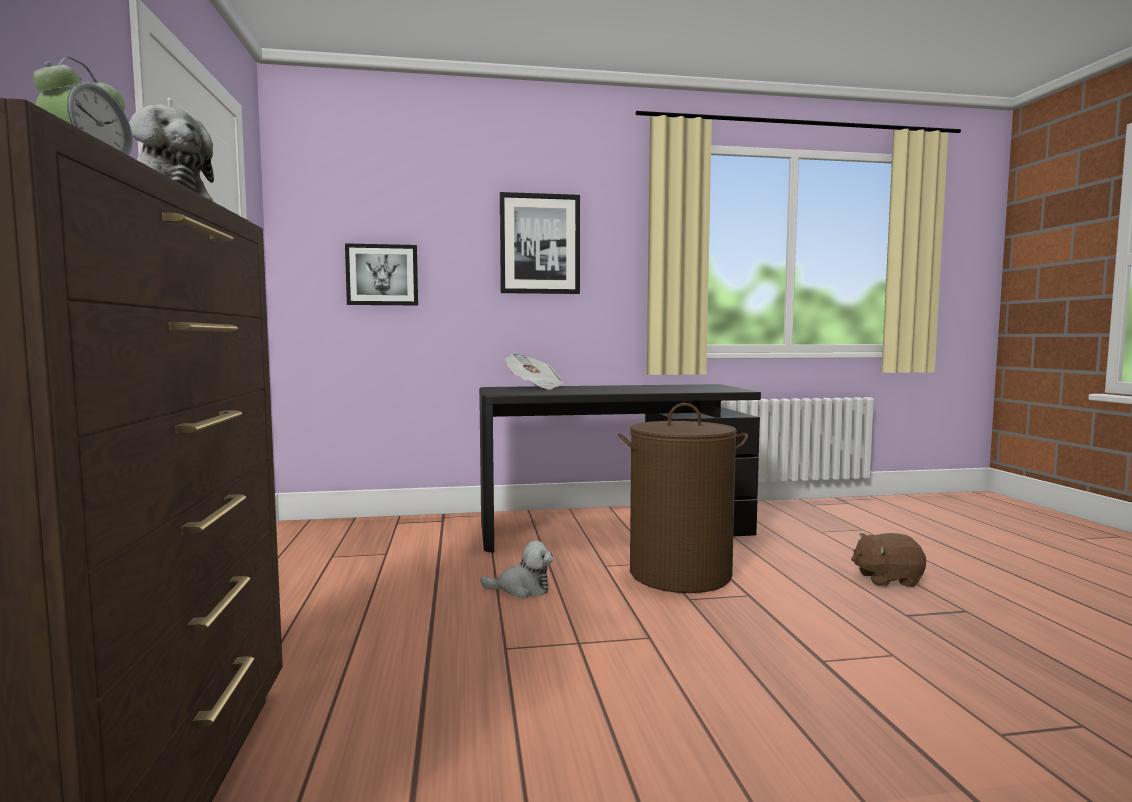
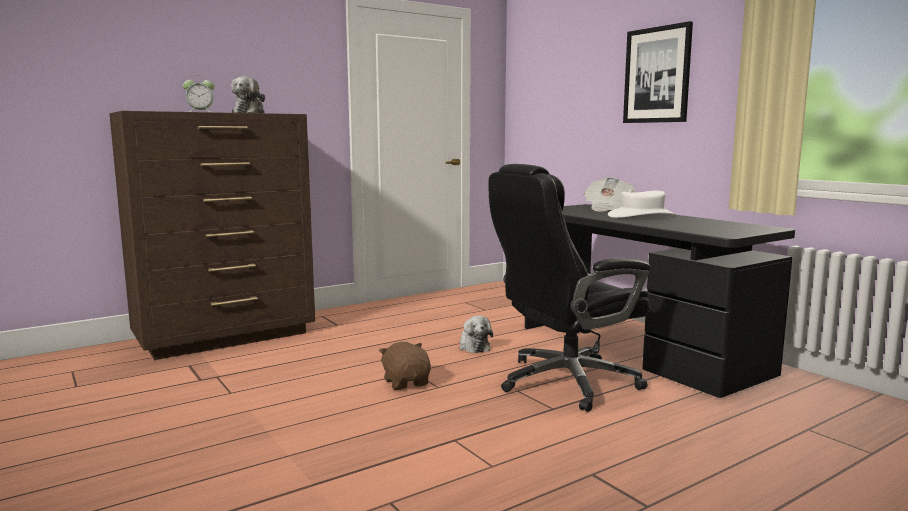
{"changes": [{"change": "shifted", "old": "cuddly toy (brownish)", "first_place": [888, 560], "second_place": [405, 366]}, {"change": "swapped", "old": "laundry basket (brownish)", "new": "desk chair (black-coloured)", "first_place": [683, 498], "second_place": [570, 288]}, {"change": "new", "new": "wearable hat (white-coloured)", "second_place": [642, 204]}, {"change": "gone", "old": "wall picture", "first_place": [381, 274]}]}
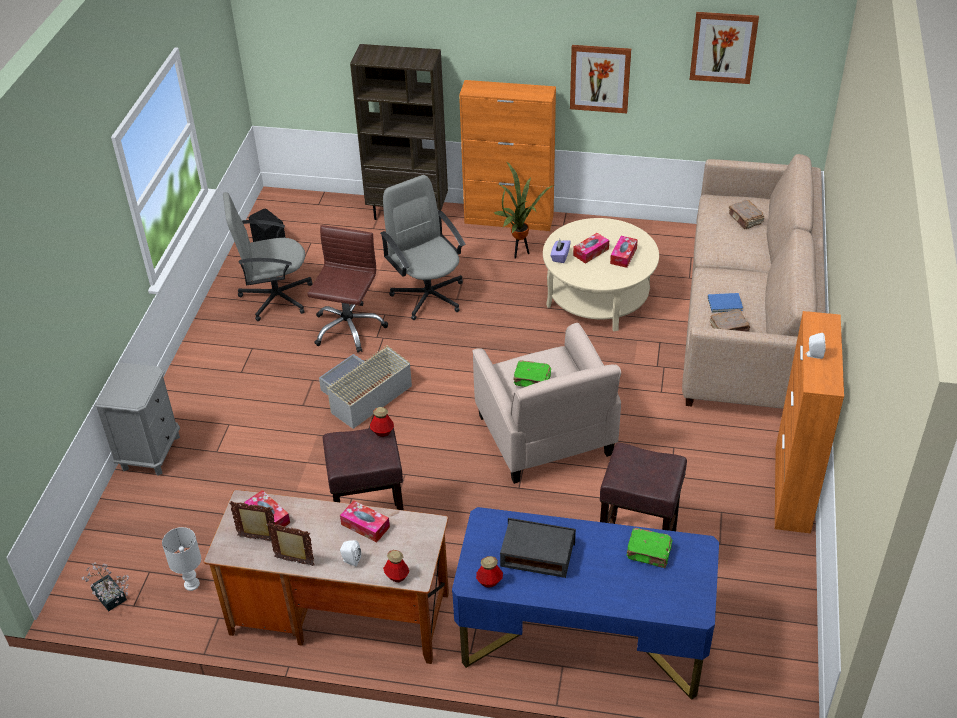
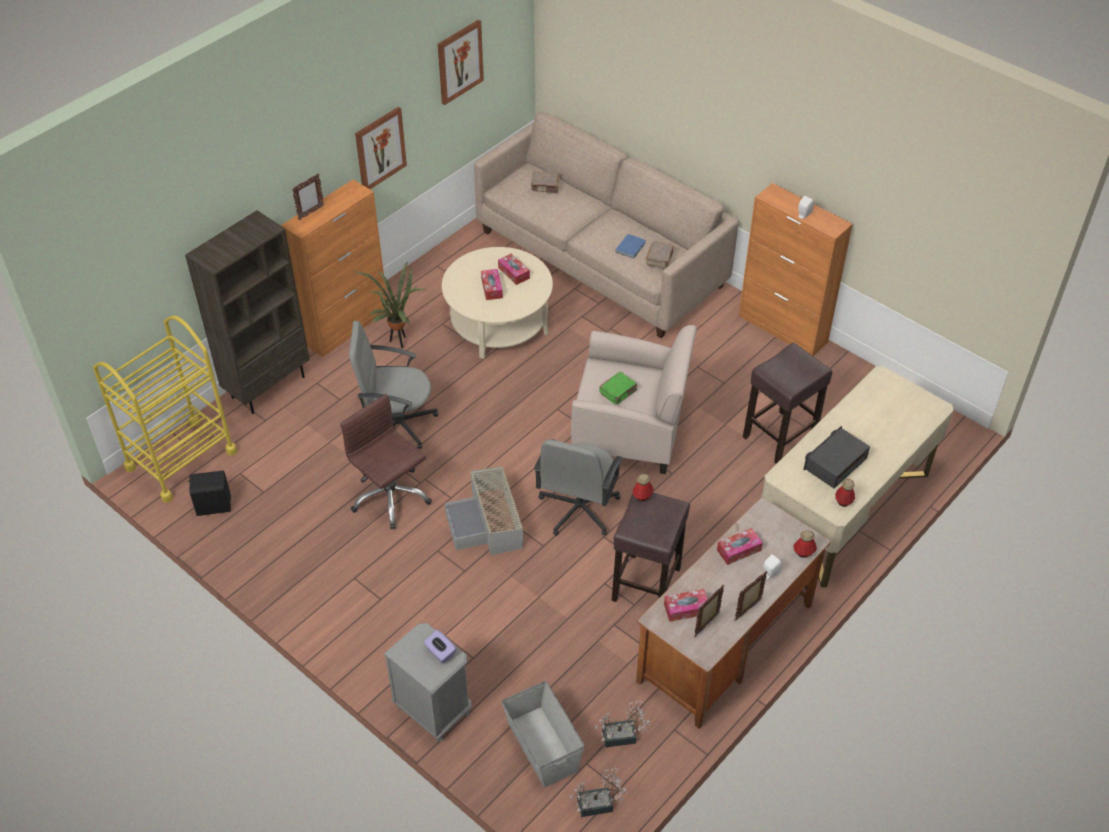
{"changes": [{"change": "new", "new": "trolley (yellow-coloured)", "second_place": [165, 409]}, {"change": "new", "new": "picture frame", "second_place": [308, 196]}, {"change": "shifted", "old": "tissue box (purple-coloured)", "first_place": [561, 251], "second_place": [440, 647]}, {"change": "new", "new": "storage box (greyish)", "second_place": [542, 734]}, {"change": "shifted", "old": "desk chair (greyish)", "first_place": [267, 256], "second_place": [578, 487]}, {"change": "swapped", "old": "table lamp (white-coloured)", "new": "houseplant", "first_place": [181, 559], "second_place": [622, 724]}, {"change": "repainted", "old": "desk (blue)", "new": "desk (beige-coloured)", "first_place": [585, 603], "second_place": [858, 476]}, {"change": "gone", "old": "bound book (green)", "first_place": [650, 548]}]}
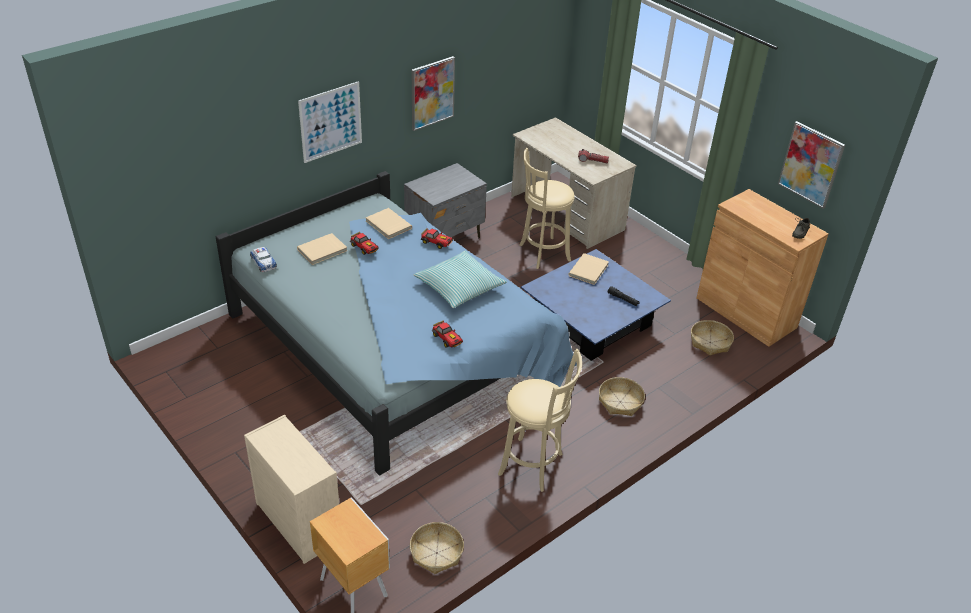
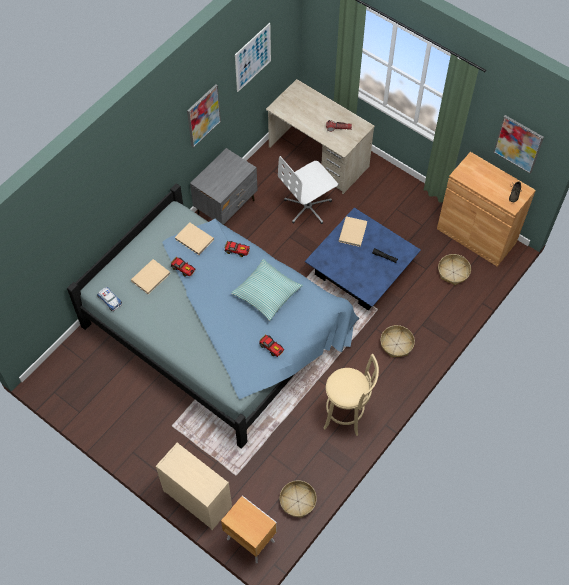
{"changes": [{"change": "shifted", "old": "wall picture", "first_place": [330, 122], "second_place": [253, 57]}, {"change": "swapped", "old": "stool (beige-coloured)", "new": "desk chair (white-coloured)", "first_place": [547, 208], "second_place": [308, 190]}]}
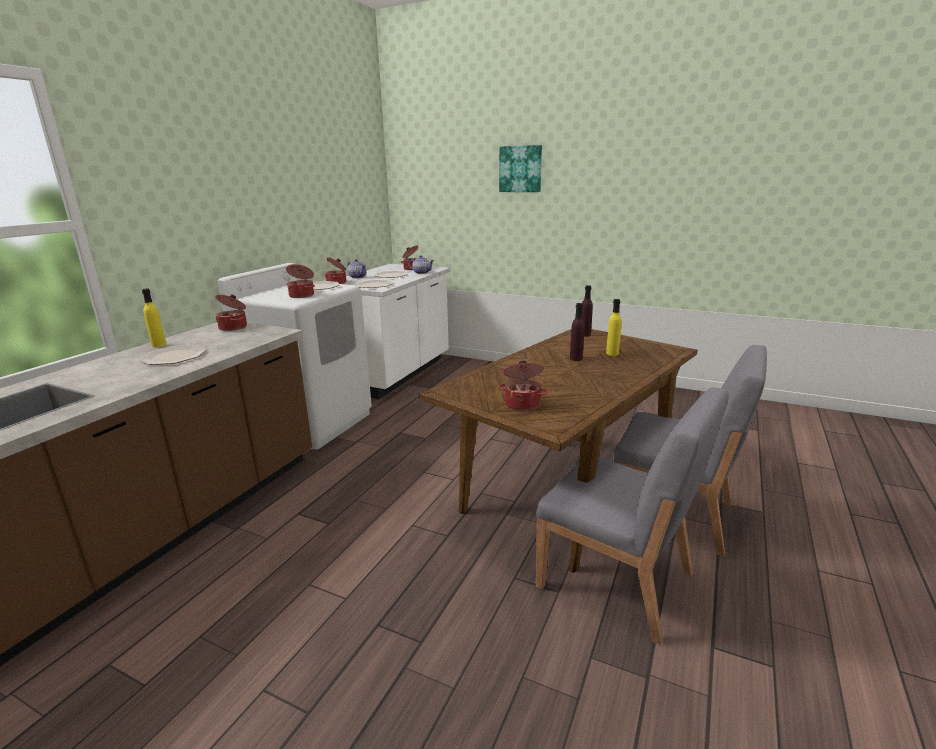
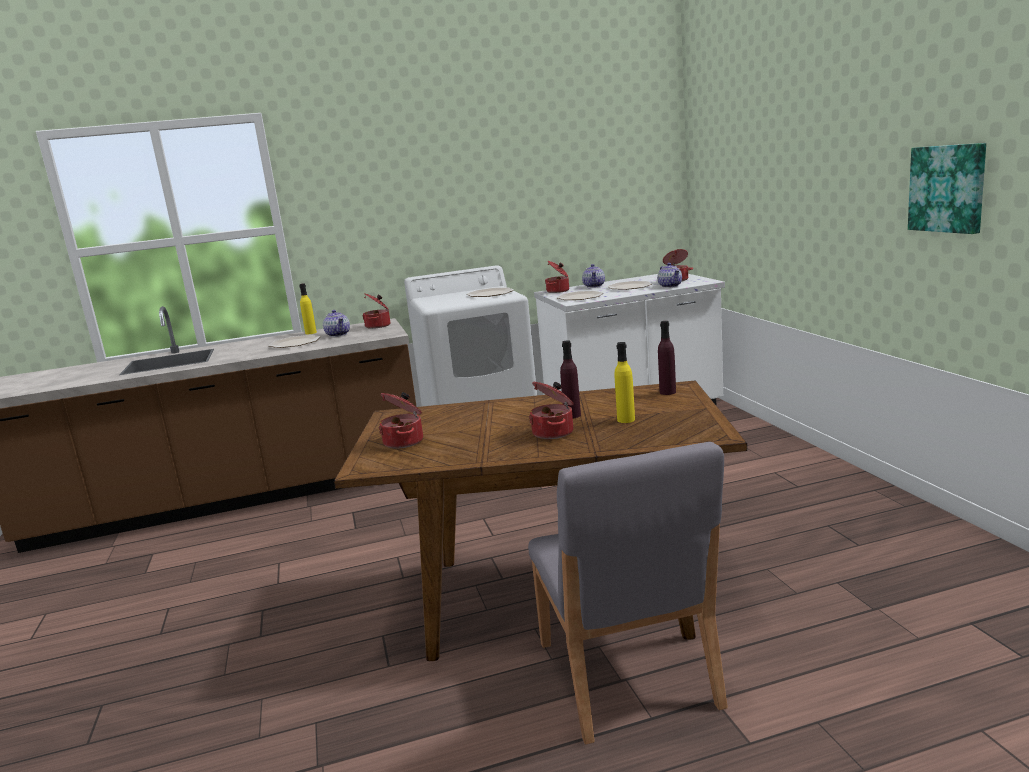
{"changes": [{"change": "new", "new": "pot for tea", "second_place": [336, 323]}, {"change": "shifted", "old": "cooking pot", "first_place": [300, 281], "second_place": [551, 410]}, {"change": "shifted", "old": "wall picture", "first_place": [520, 168], "second_place": [947, 188]}, {"change": "gone", "old": "plain chair (greyish)", "first_place": [632, 516]}]}
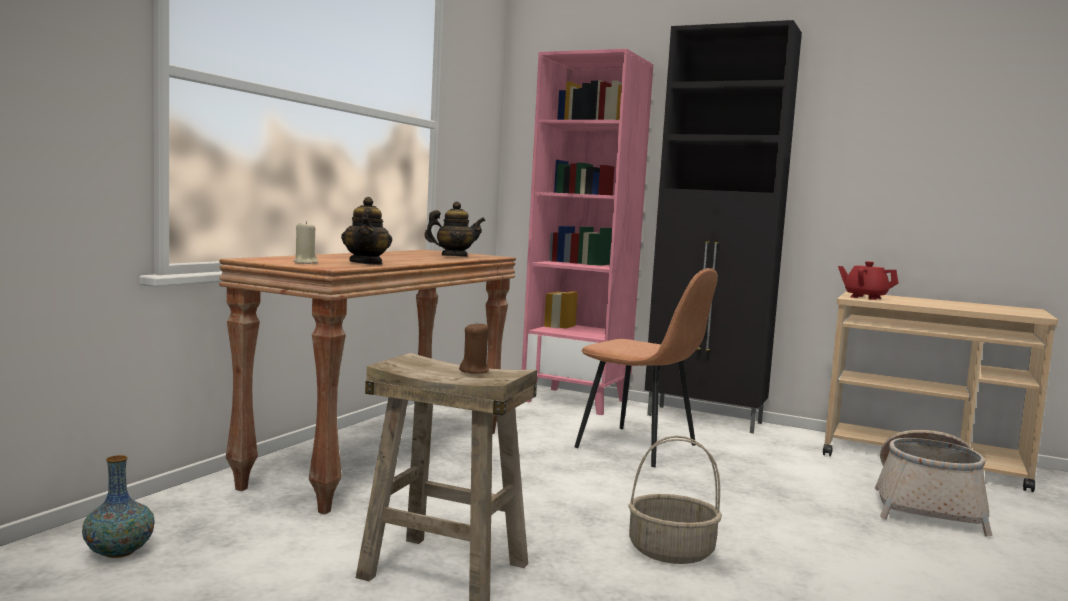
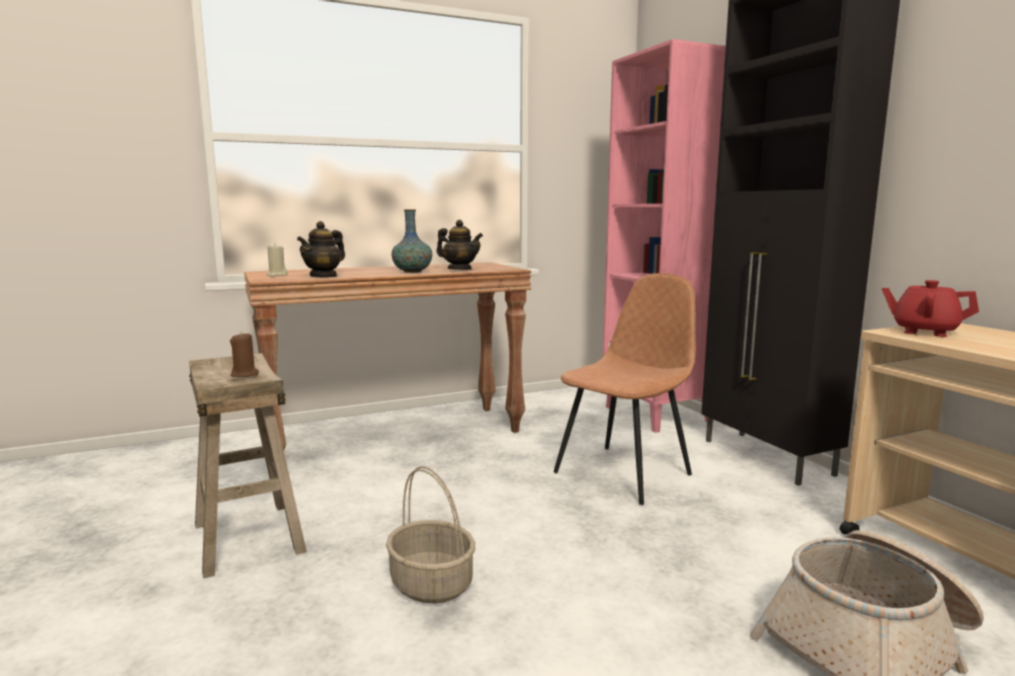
{"changes": [{"change": "shifted", "old": "vase", "first_place": [118, 506], "second_place": [411, 241]}, {"change": "rotated", "old": "plain chair (brownish)", "first_place": [646, 367], "second_place": [625, 389], "degrees": -120}, {"change": "rotated", "old": "pot for tea (reddish)", "first_place": [868, 280], "second_place": [930, 308], "degrees": -45}]}
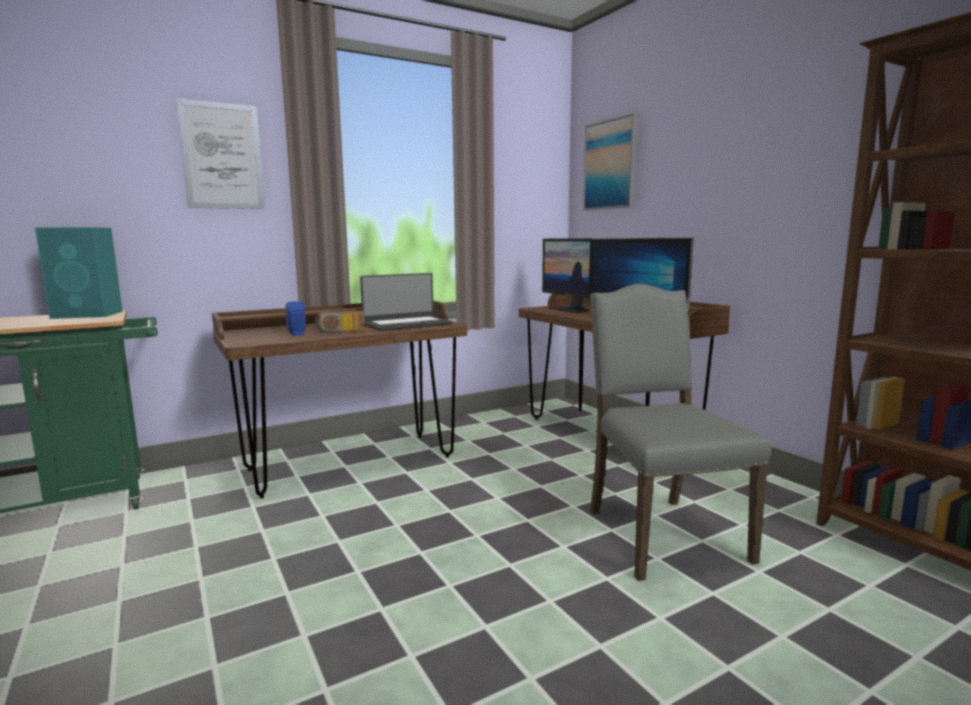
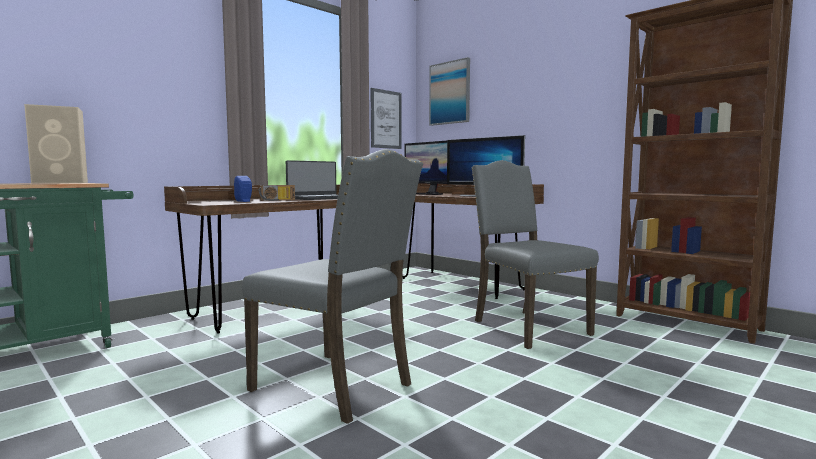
{"changes": [{"change": "repainted", "old": "loudspeaker (turquoise)", "new": "loudspeaker (beige-coloured)", "first_place": [79, 273], "second_place": [56, 143]}, {"change": "new", "new": "plain chair (greyish)", "second_place": [332, 286]}, {"change": "shifted", "old": "wall picture", "first_place": [220, 153], "second_place": [386, 118]}]}
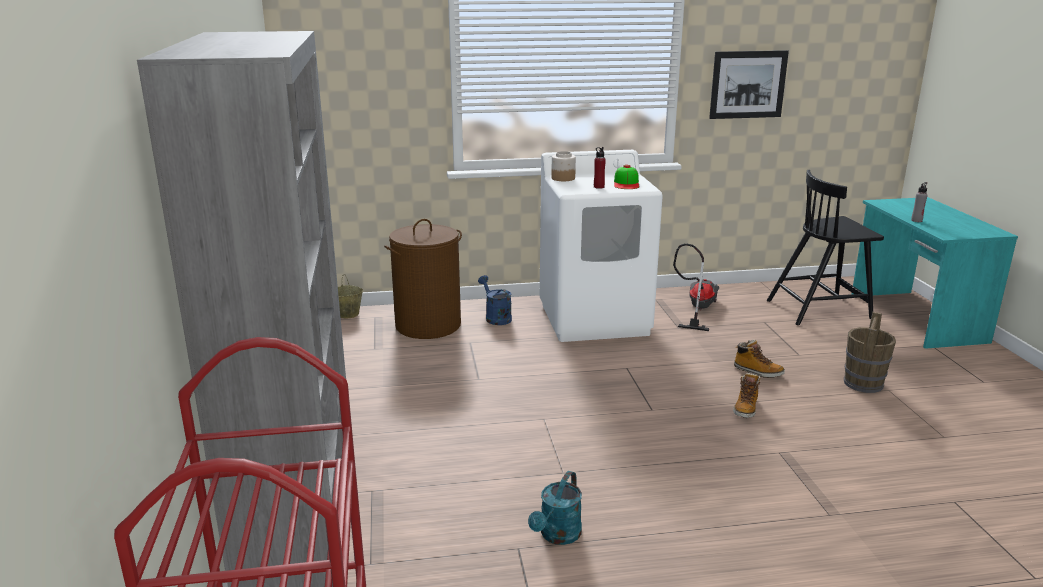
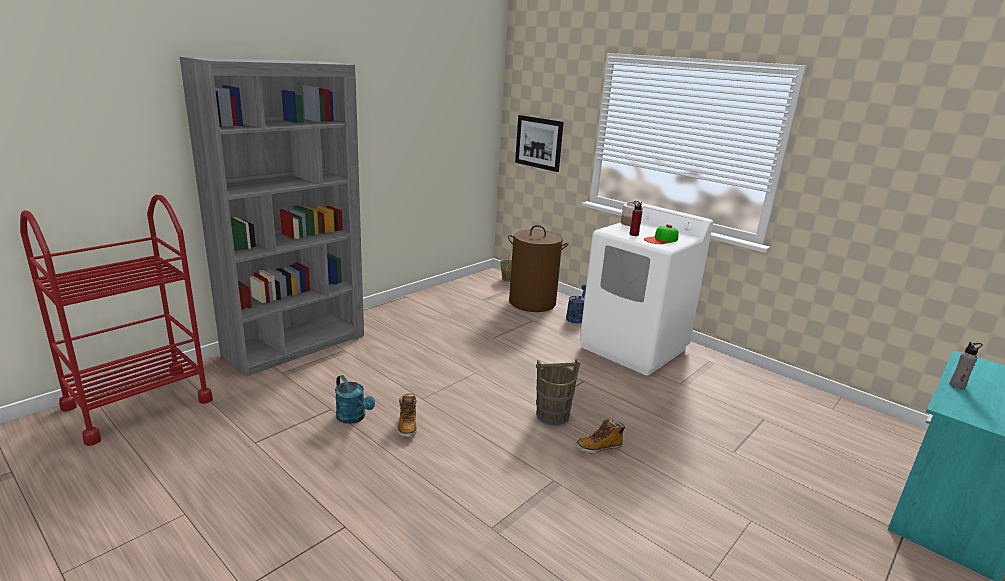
{"changes": [{"change": "rotated", "old": "sprinkling can (turquoise)", "first_place": [555, 508], "second_place": [355, 399], "degrees": -120}, {"change": "shifted", "old": "high-top boot", "first_place": [759, 359], "second_place": [407, 415]}, {"change": "shifted", "old": "wall picture", "first_place": [749, 84], "second_place": [539, 143]}, {"change": "shifted", "old": "water bucket (brownish)", "first_place": [870, 352], "second_place": [558, 391]}, {"change": "gone", "old": "vacuum cleaner", "first_place": [696, 287]}, {"change": "gone", "old": "plain chair (black-coloured)", "first_place": [825, 247]}]}
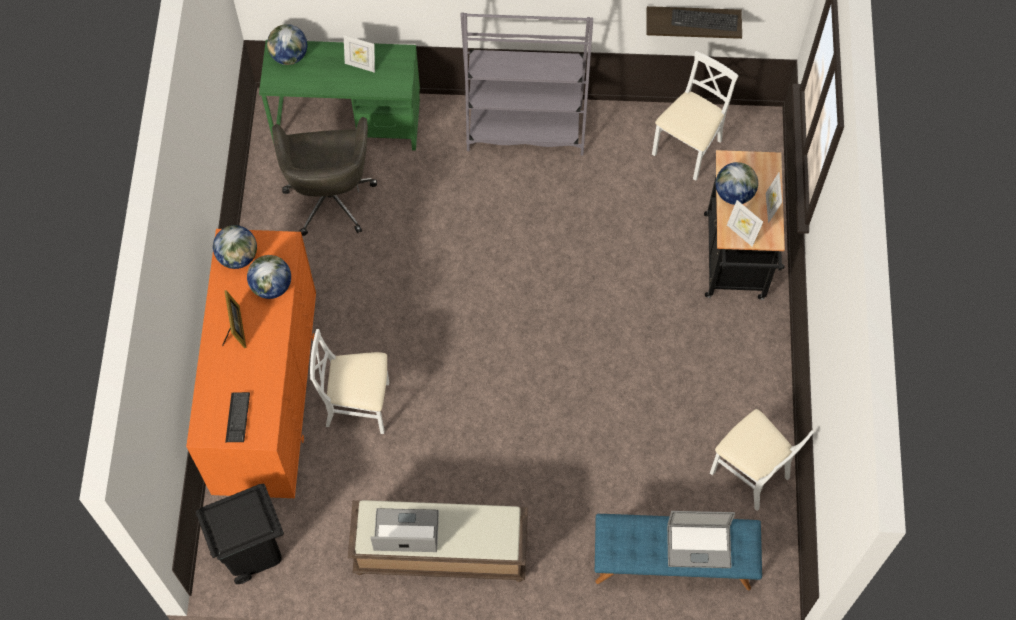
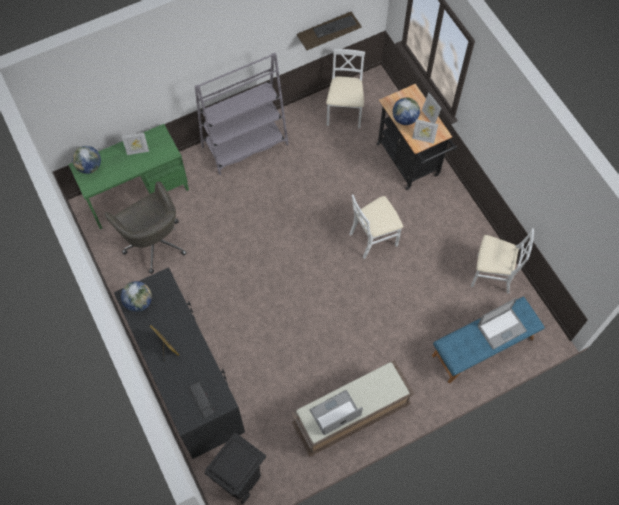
{"changes": [{"change": "repainted", "old": "dresser (orangey)", "new": "dresser (black-coloured)", "first_place": [251, 363], "second_place": [179, 363]}, {"change": "shifted", "old": "plain chair (white-coloured)", "first_place": [349, 381], "second_place": [376, 227]}, {"change": "gone", "old": "desk globe", "first_place": [269, 277]}]}
